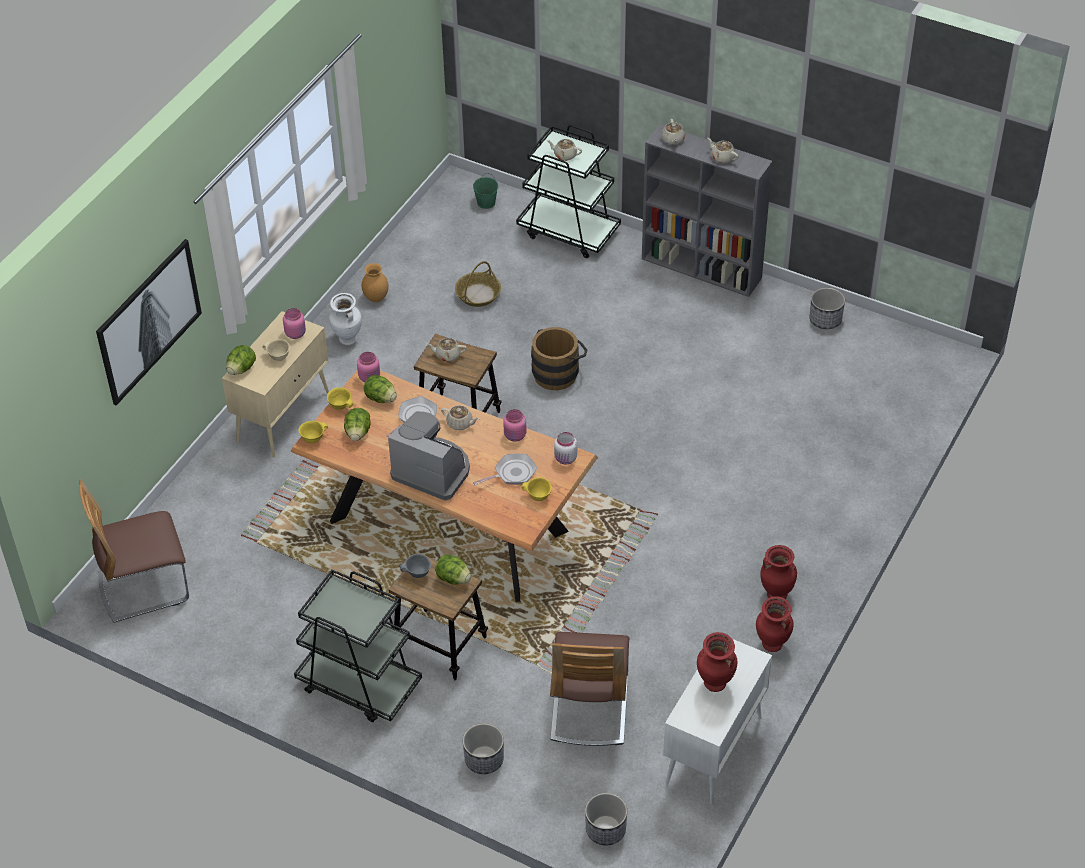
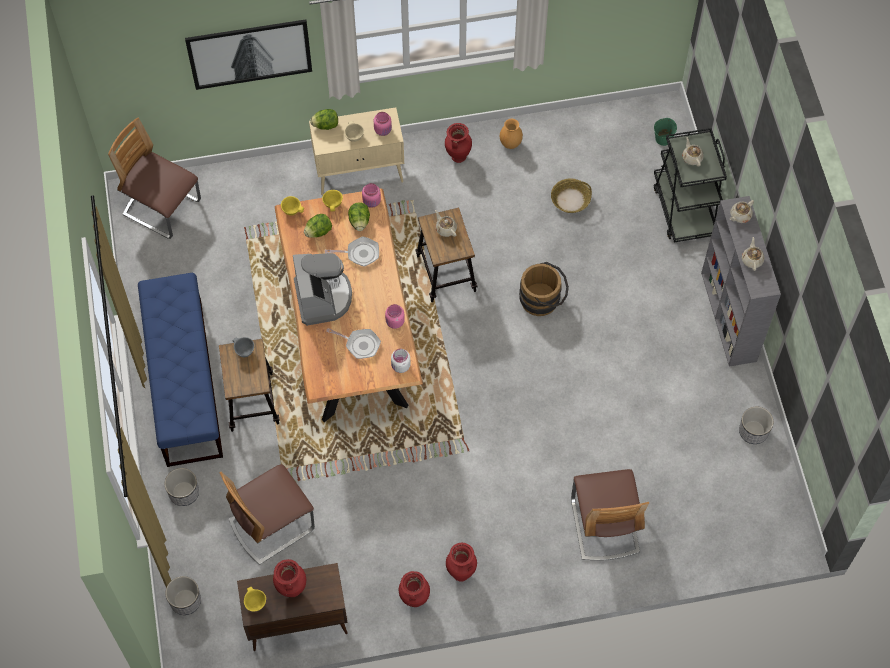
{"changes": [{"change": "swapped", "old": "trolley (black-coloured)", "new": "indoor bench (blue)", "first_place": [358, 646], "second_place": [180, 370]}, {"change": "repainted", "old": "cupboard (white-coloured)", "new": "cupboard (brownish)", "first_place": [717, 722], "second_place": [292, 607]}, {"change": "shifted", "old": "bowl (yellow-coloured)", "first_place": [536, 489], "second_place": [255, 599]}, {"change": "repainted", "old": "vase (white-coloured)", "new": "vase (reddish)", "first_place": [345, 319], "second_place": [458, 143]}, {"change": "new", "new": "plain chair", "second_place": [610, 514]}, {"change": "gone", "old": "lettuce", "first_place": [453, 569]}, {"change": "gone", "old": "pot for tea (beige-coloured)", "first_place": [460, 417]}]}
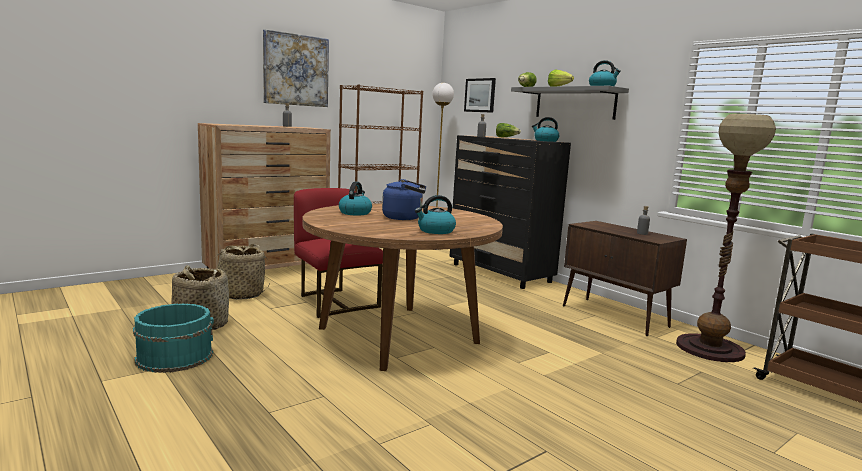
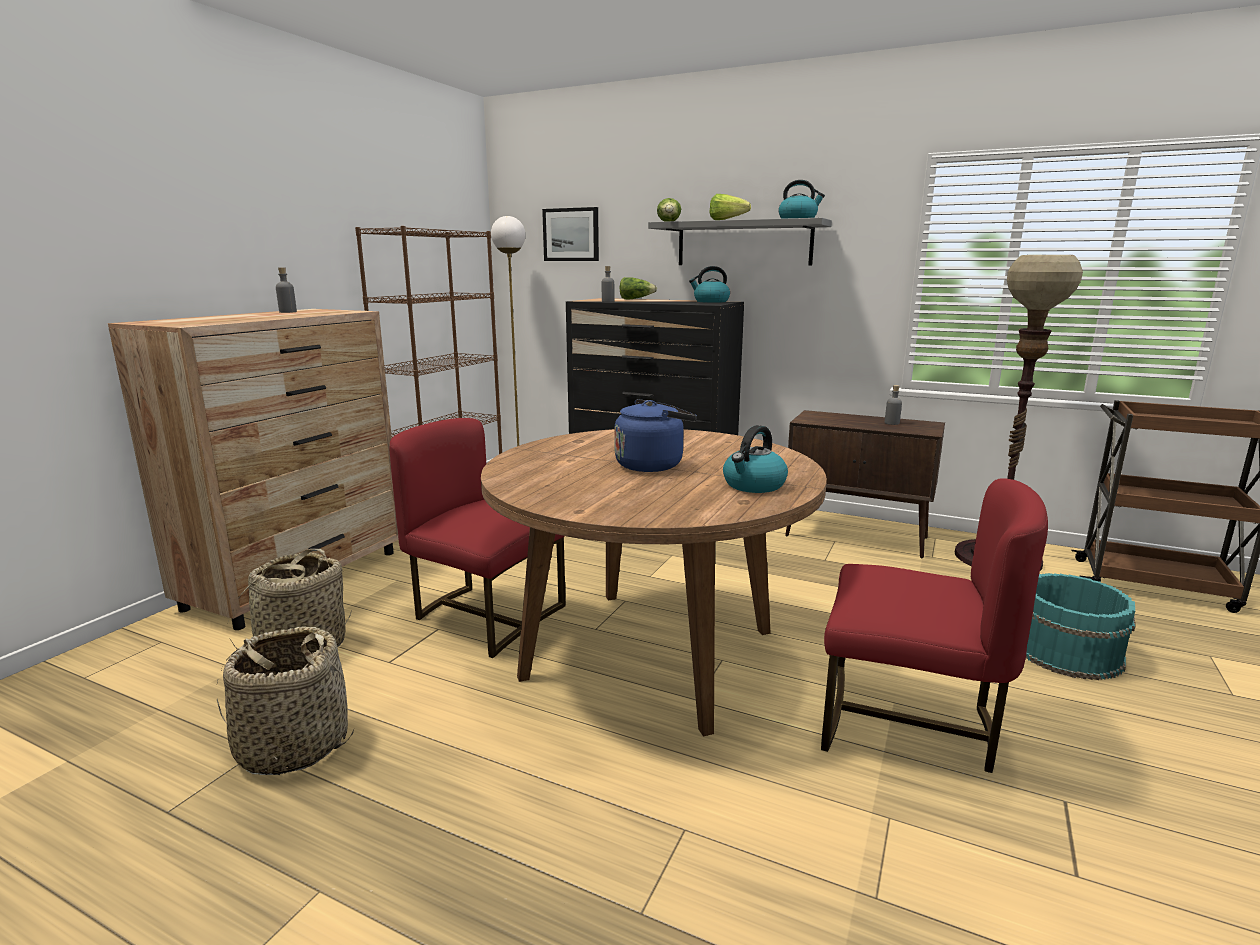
{"changes": [{"change": "new", "new": "plain chair (reddish)", "second_place": [934, 625]}, {"change": "shifted", "old": "water bucket (turquoise)", "first_place": [173, 338], "second_place": [1080, 626]}, {"change": "gone", "old": "wall picture", "first_place": [296, 68]}, {"change": "gone", "old": "tea kettle", "first_place": [355, 199]}]}
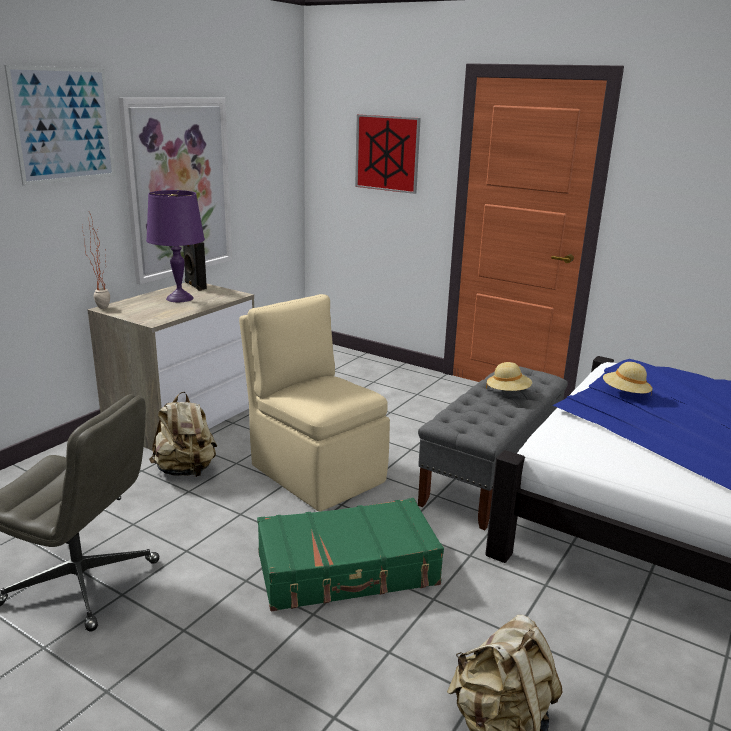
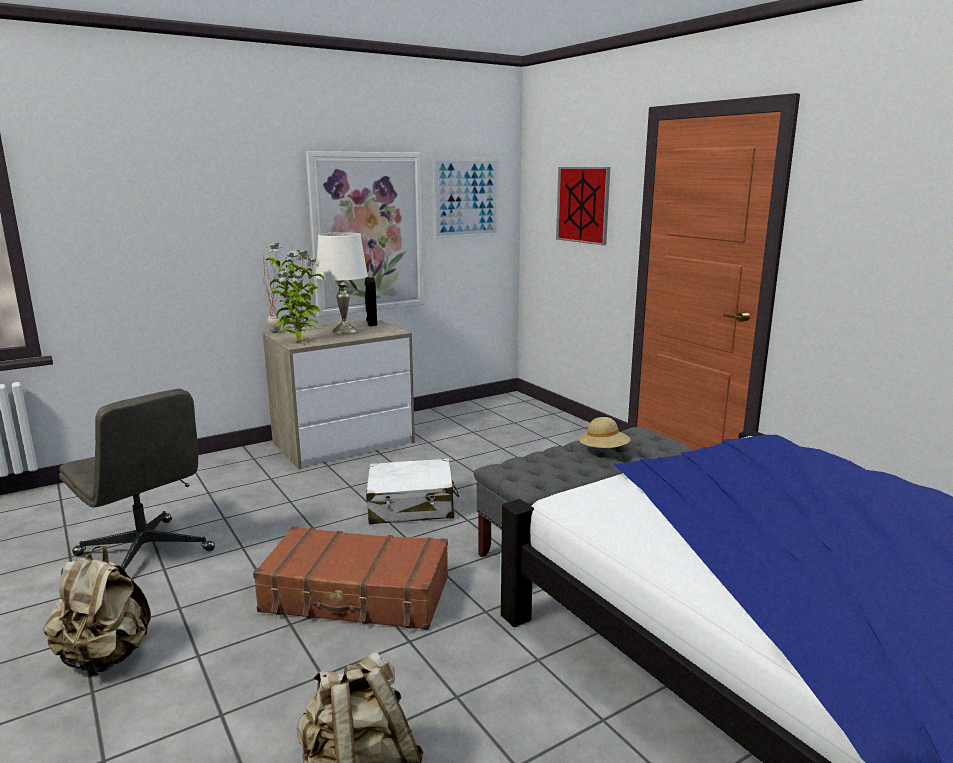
{"changes": [{"change": "shifted", "old": "rucksack (beige-coloured)", "first_place": [183, 434], "second_place": [97, 610]}, {"change": "repainted", "old": "piece of luggage (green)", "new": "piece of luggage (brownish)", "first_place": [350, 555], "second_place": [350, 578]}, {"change": "new", "new": "houseplant", "second_place": [295, 292]}, {"change": "repainted", "old": "table lamp (purple-coloured)", "new": "table lamp (white-coloured)", "first_place": [175, 246], "second_place": [342, 283]}, {"change": "swapped", "old": "plain chair (beige-coloured)", "new": "piece of luggage (white-coloured)", "first_place": [314, 402], "second_place": [413, 491]}, {"change": "shifted", "old": "wall picture", "first_place": [59, 125], "second_place": [466, 198]}, {"change": "gone", "old": "wearable hat (beige-coloured)", "first_place": [627, 378]}]}
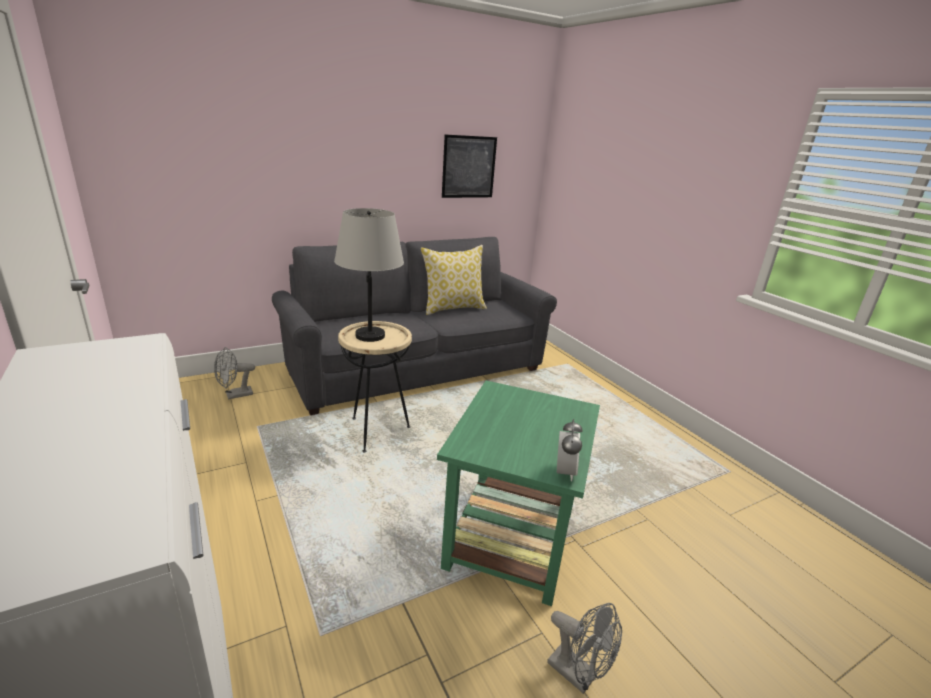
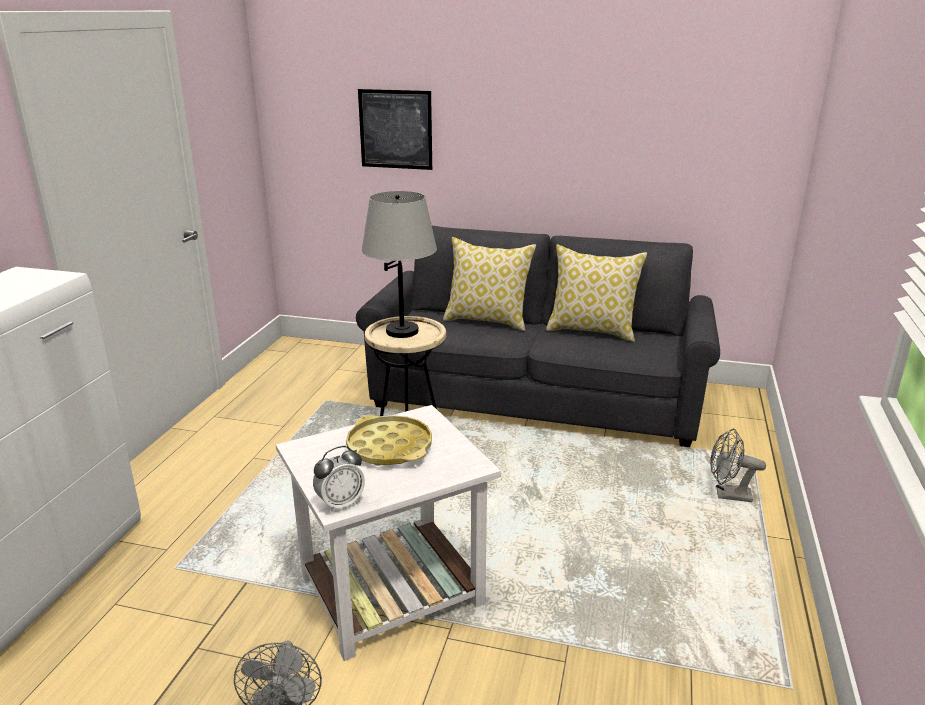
{"changes": [{"change": "repainted", "old": "accent table (green)", "new": "accent table (white-coloured)", "first_place": [518, 493], "second_place": [388, 533]}, {"change": "new", "new": "carrying tray (yellow-coloured)", "second_place": [389, 440]}, {"change": "shifted", "old": "wall picture", "first_place": [469, 166], "second_place": [395, 129]}, {"change": "new", "new": "throw pillow", "second_place": [489, 284]}, {"change": "shifted", "old": "electric fan (greyish)", "first_place": [234, 373], "second_place": [738, 465]}]}
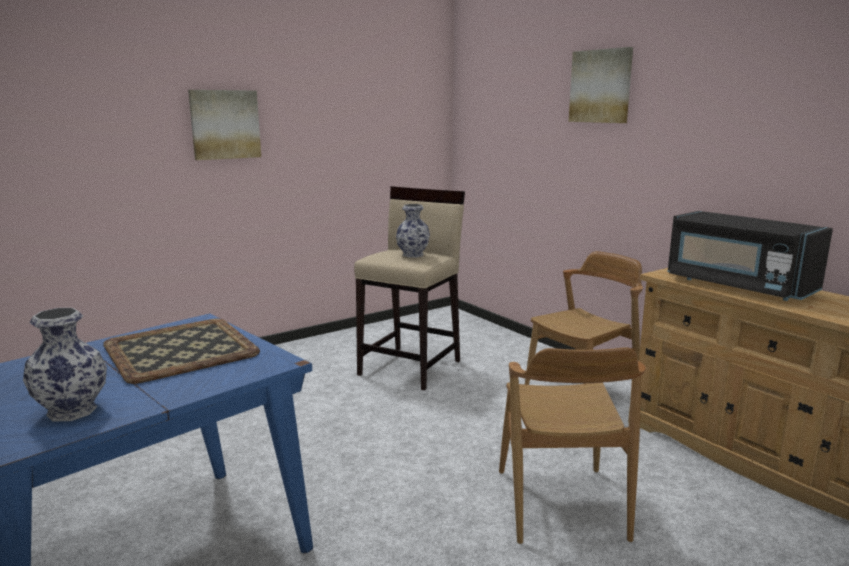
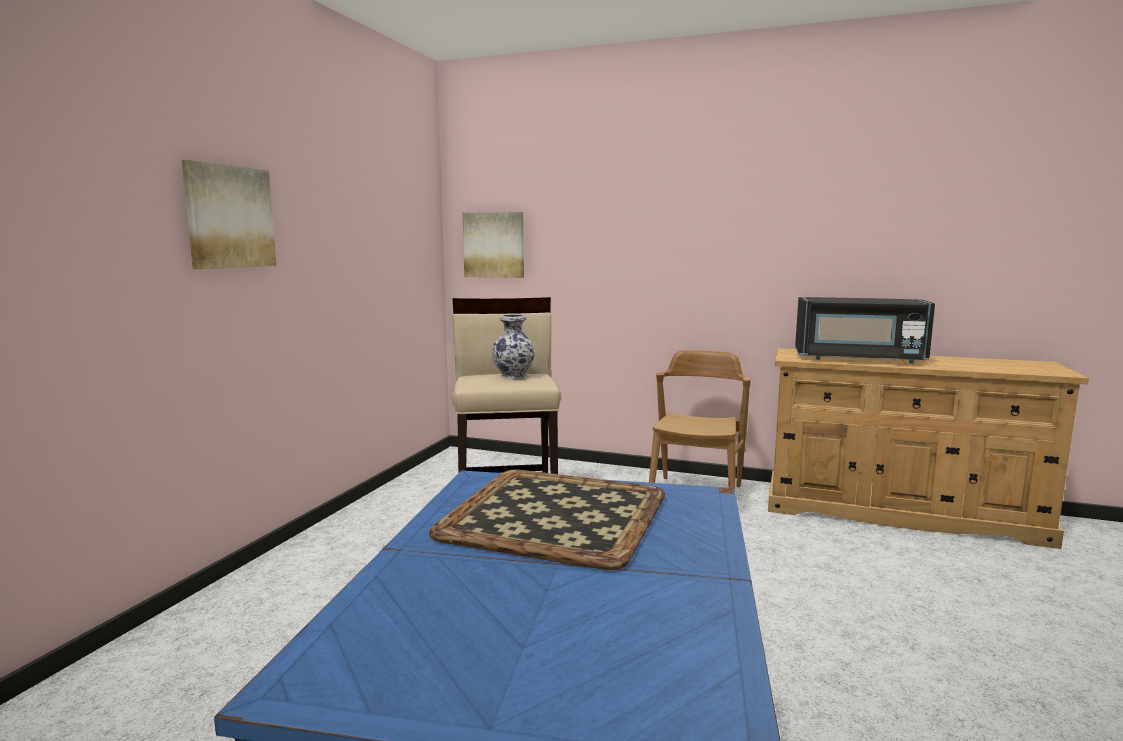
{"changes": [{"change": "shifted", "old": "wall picture", "first_place": [601, 85], "second_place": [493, 245]}, {"change": "gone", "old": "vase", "first_place": [65, 365]}, {"change": "gone", "old": "plain chair (brownish)", "first_place": [572, 445]}]}
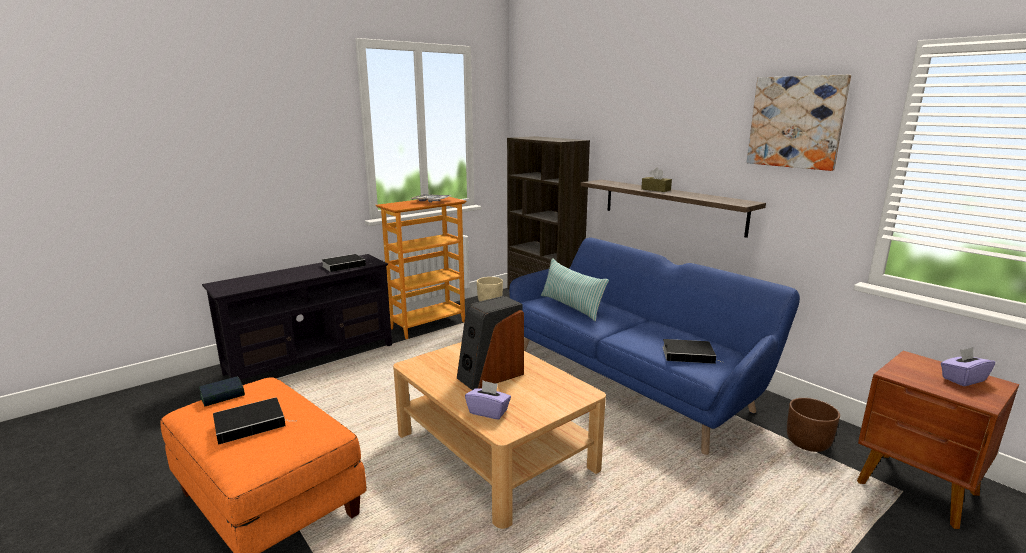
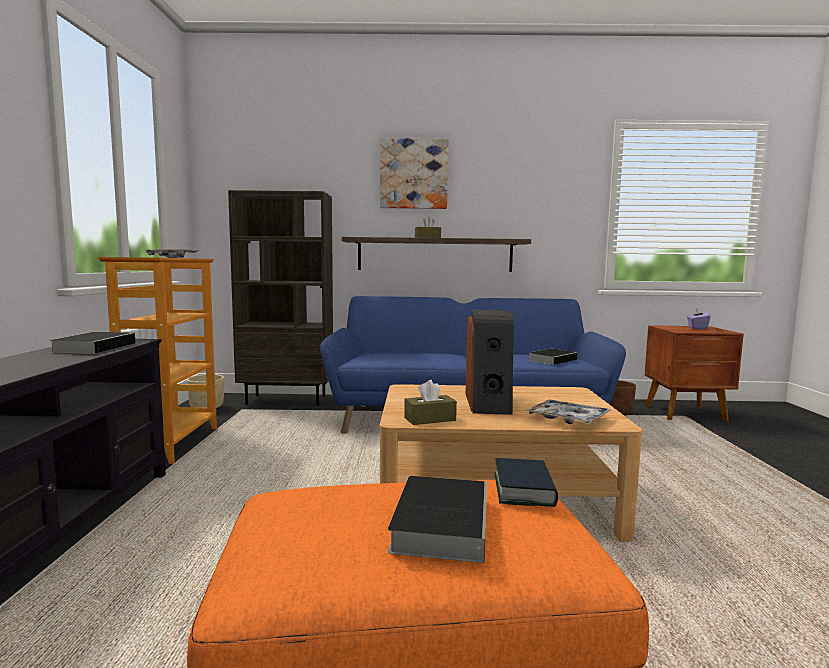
{"changes": [{"change": "shifted", "old": "wall picture", "first_place": [799, 123], "second_place": [414, 173]}, {"change": "new", "new": "tissue box (brownish)", "second_place": [430, 402]}, {"change": "shifted", "old": "bound book", "first_place": [222, 391], "second_place": [526, 482]}, {"change": "swapped", "old": "tissue box (purple-coloured)", "new": "carrying tray", "first_place": [488, 400], "second_place": [568, 411]}, {"change": "gone", "old": "throw pillow", "first_place": [575, 289]}]}
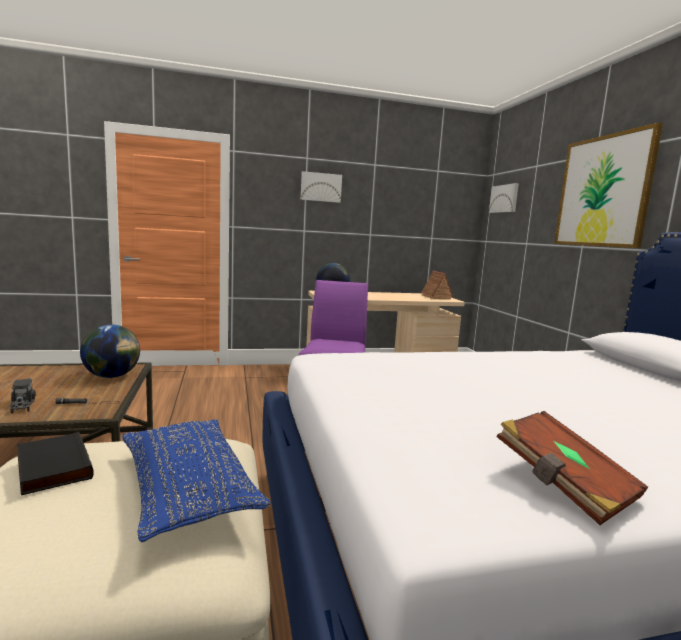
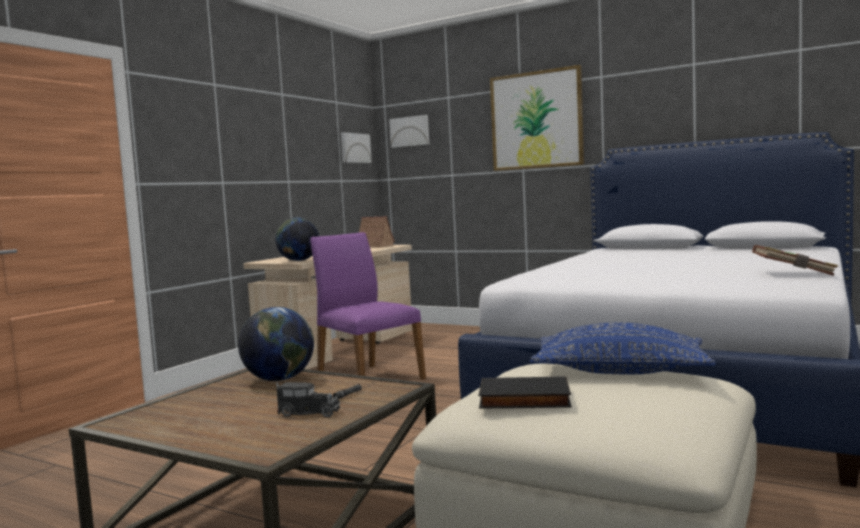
{"changes": [{"change": "shifted", "old": "wall picture", "first_place": [321, 187], "second_place": [356, 147]}]}
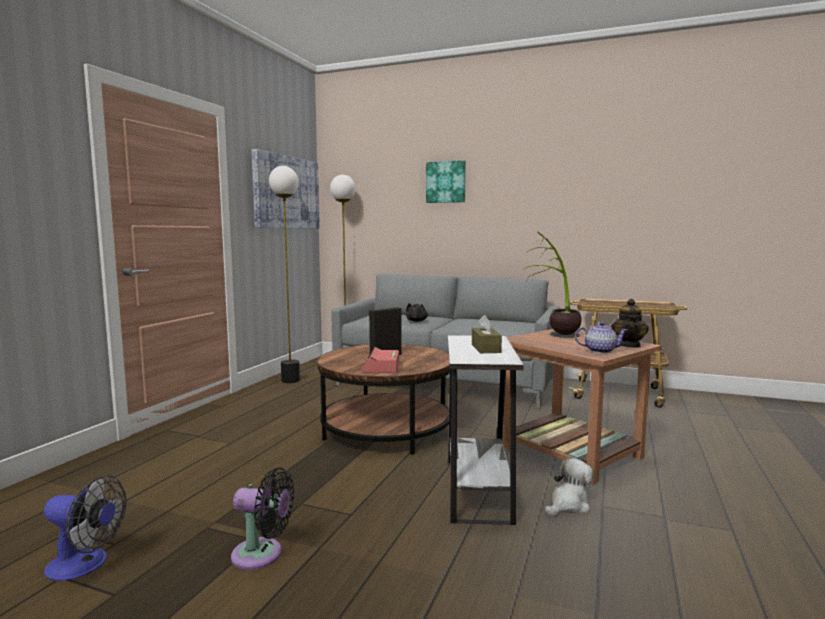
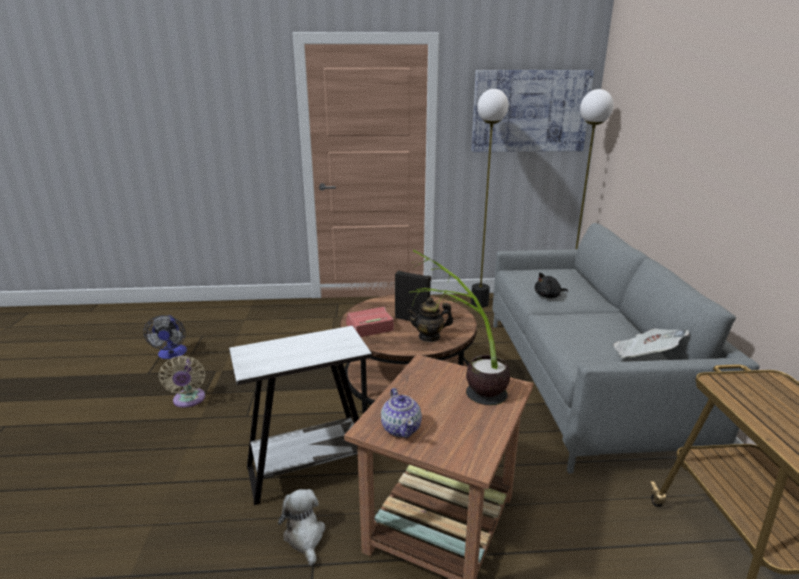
{"changes": [{"change": "repainted", "old": "electric fan (black-coloured)", "new": "electric fan (beige-coloured)", "first_place": [262, 518], "second_place": [182, 382]}, {"change": "rotated", "old": "cuddly toy", "first_place": [569, 487], "second_place": [301, 527], "degrees": -135}, {"change": "shifted", "old": "pot for tea", "first_place": [630, 323], "second_place": [430, 319]}, {"change": "new", "new": "daily paper", "second_place": [651, 343]}, {"change": "gone", "old": "wall picture", "first_place": [446, 181]}, {"change": "gone", "old": "tissue box (brownish)", "first_place": [487, 334]}]}
